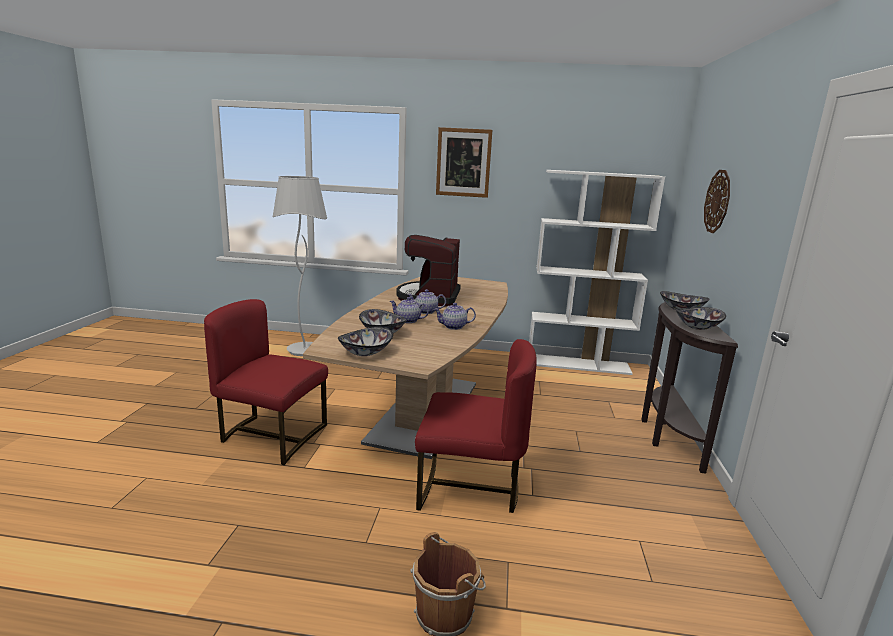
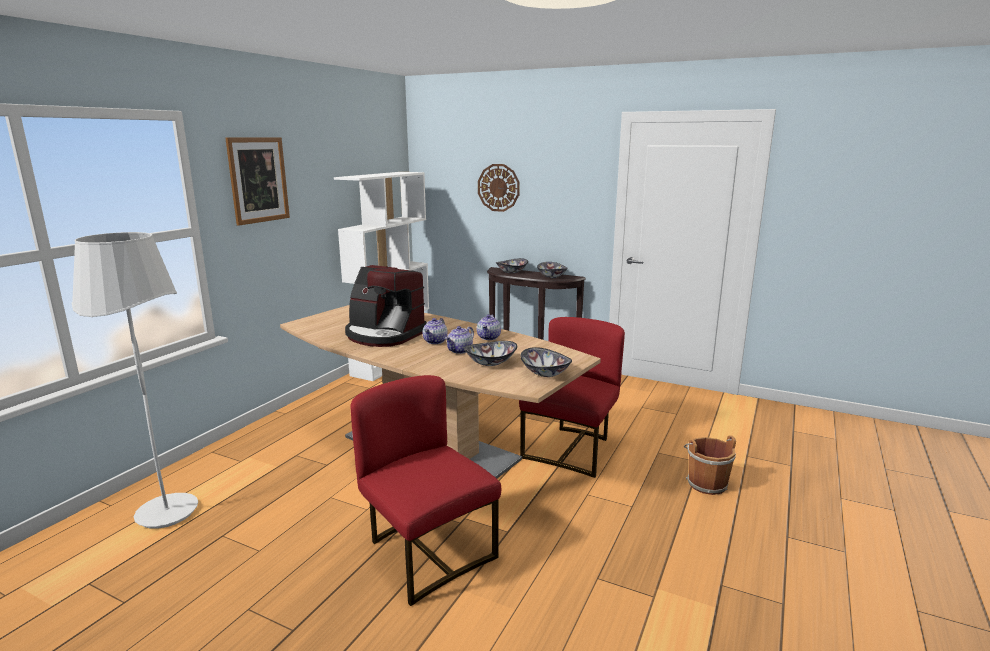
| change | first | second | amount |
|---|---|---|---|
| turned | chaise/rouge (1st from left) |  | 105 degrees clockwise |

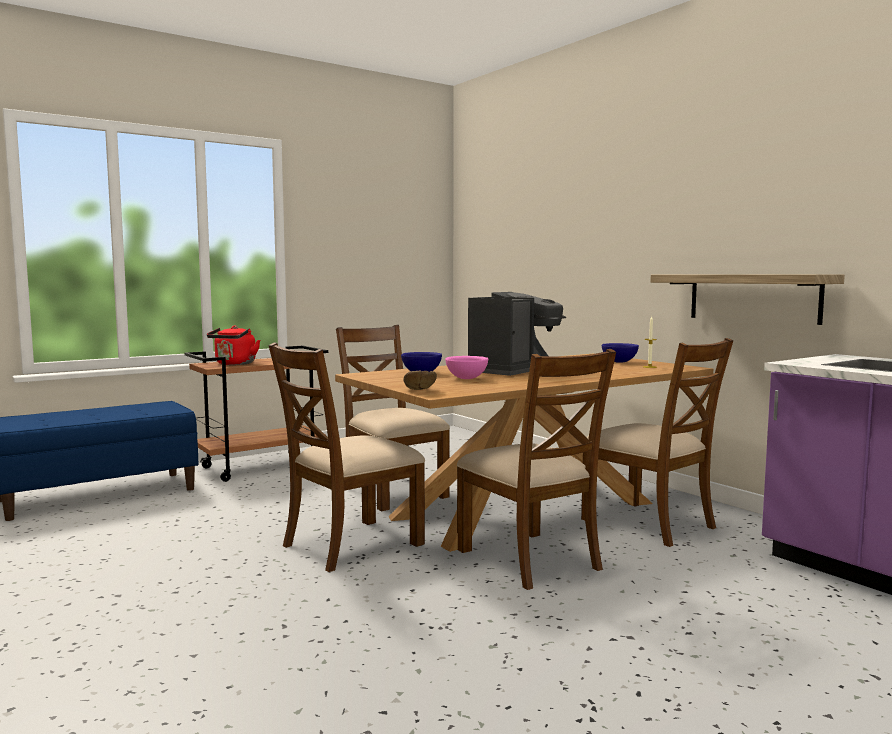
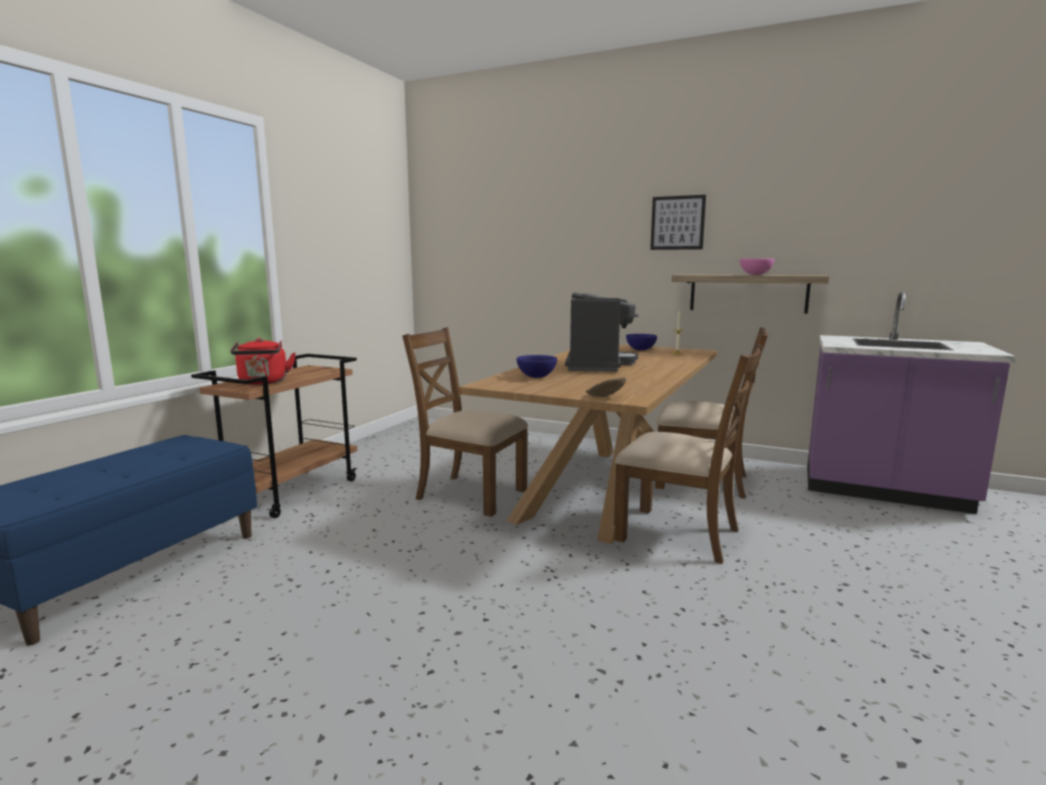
| change | first | second | amount |
|---|---|---|---|
| removed | chaise/marron (1st from left) |  |  |
| moved | bol/rose |  |  |
| added |  | tableau |  |

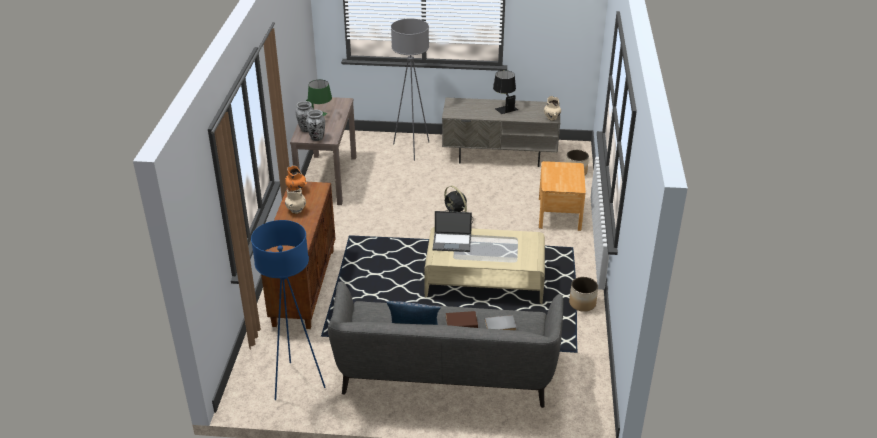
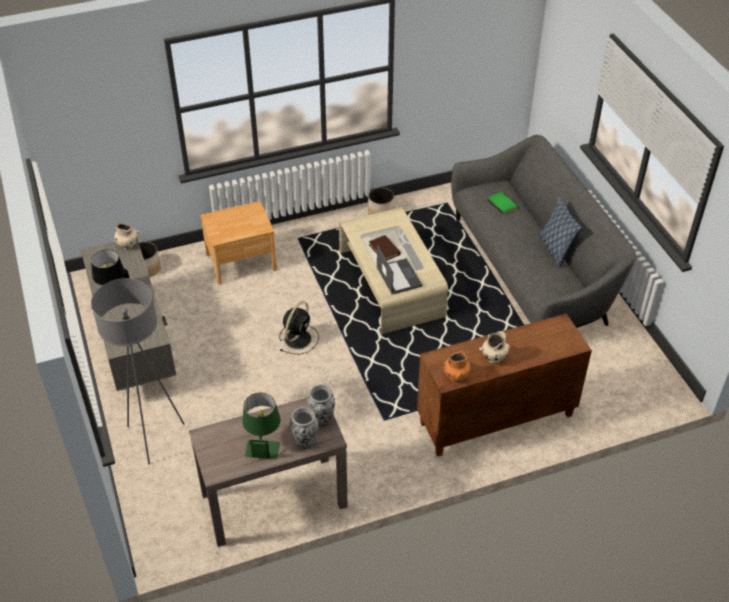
| change | first | second | amount |
|---|---|---|---|
| removed | lampadaire/bleu |  |  |
| moved | livre/marron |  |  |
| recoloured | livre/gris | livre/vert |  |

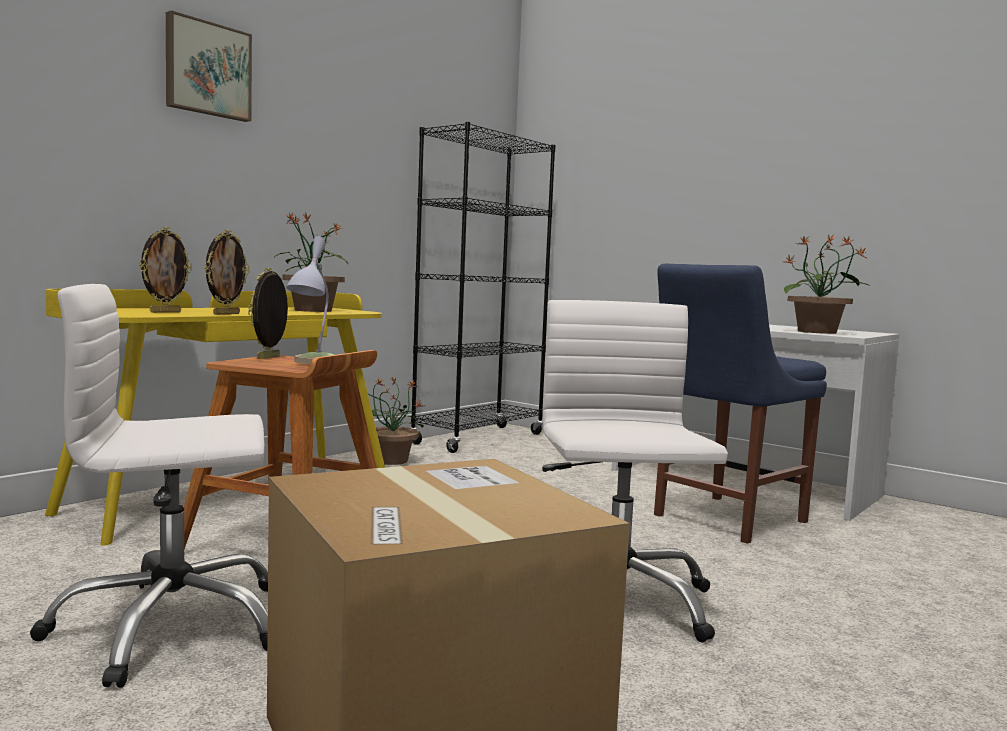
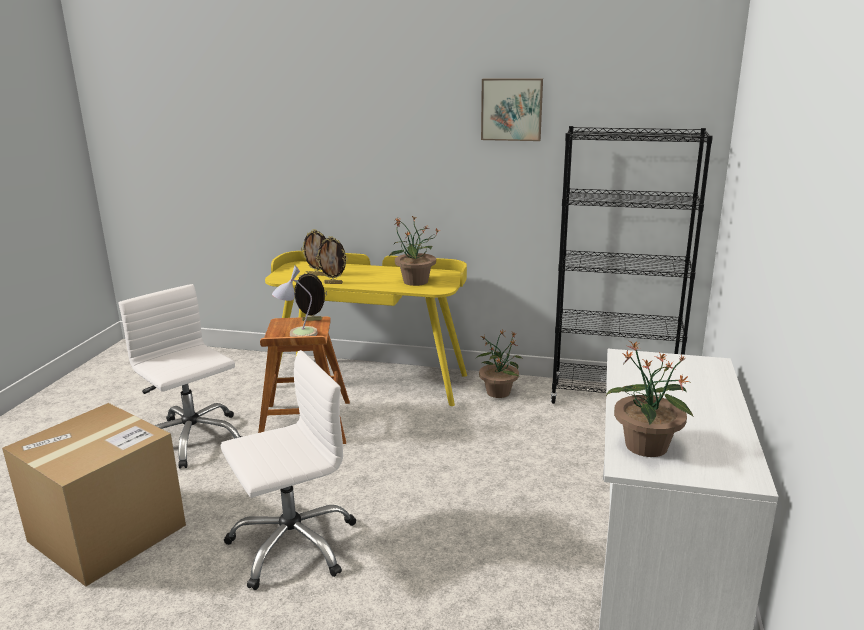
| change | first | second | amount |
|---|---|---|---|
| moved | tableau |  |  |
| removed | chaise/bleu |  |  |

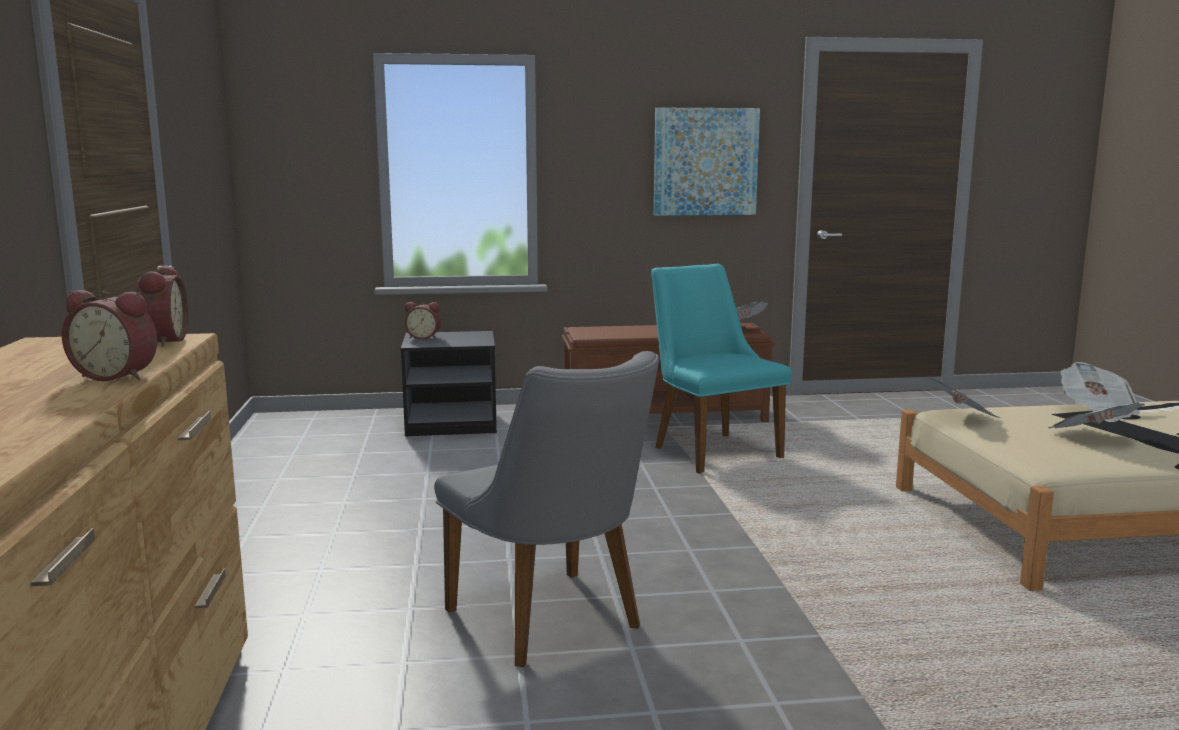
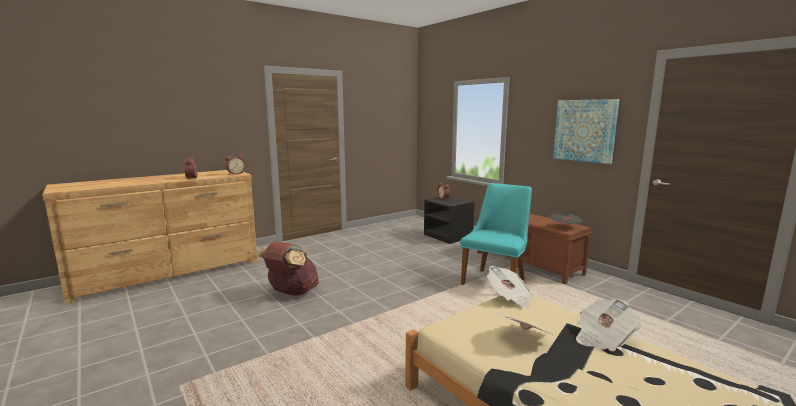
| change | first | second | amount |
|---|---|---|---|
| replaced | chaise/gris | sac à dos/marron |  |

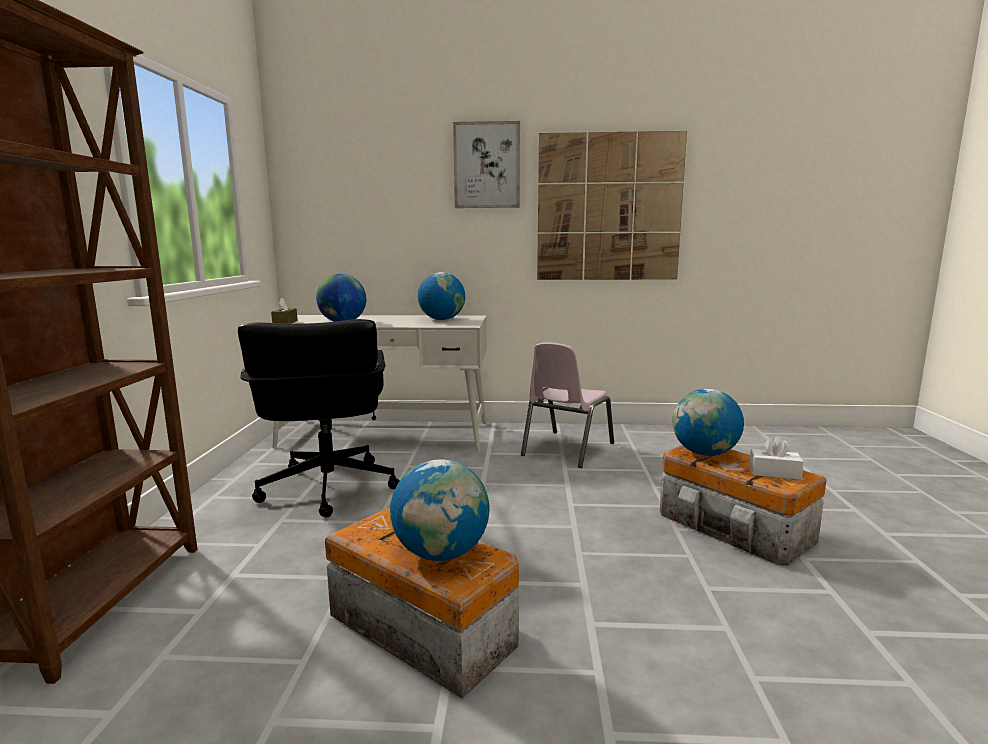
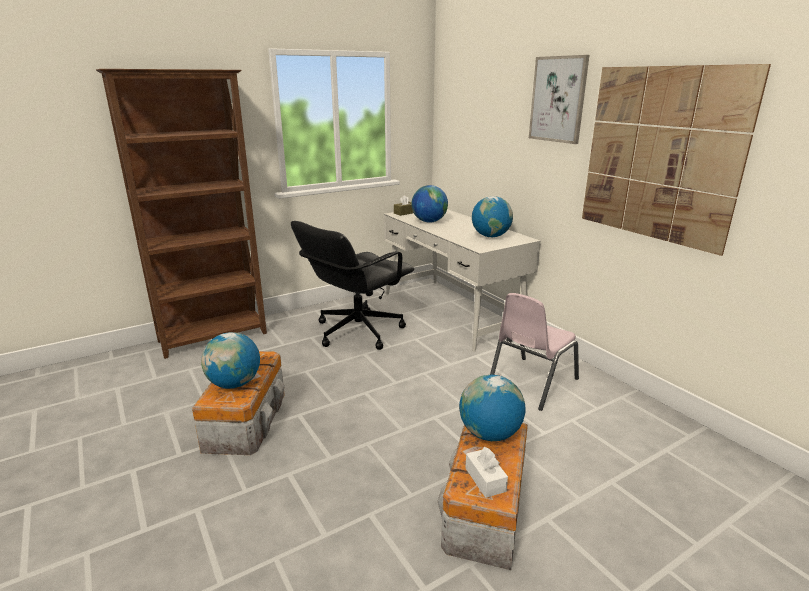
| change | first | second | amount |
|---|---|---|---|
| turned | chaise/rose |  | 45 degrees counterclockwise |

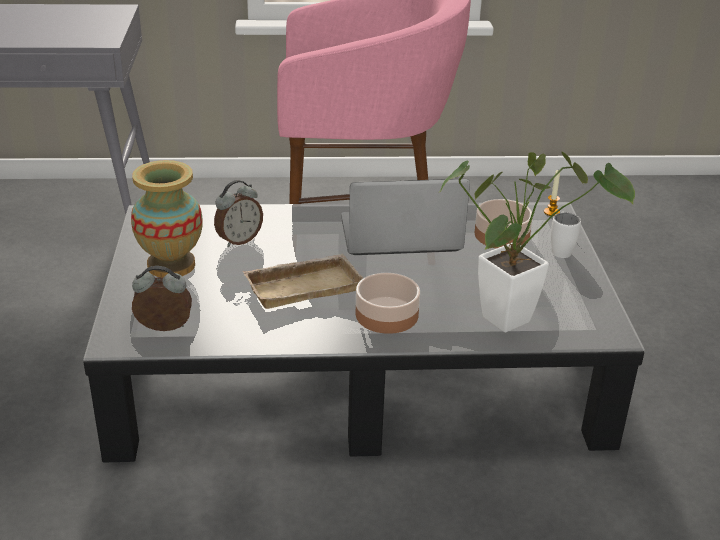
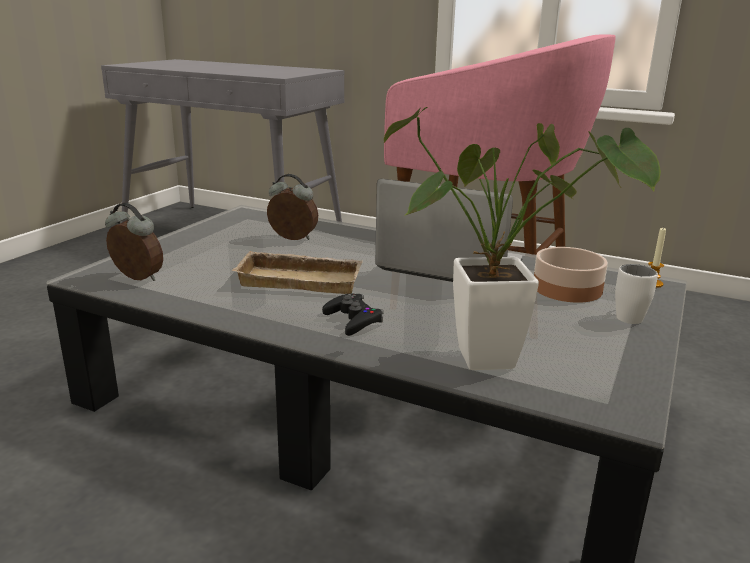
| change | first | second | amount |
|---|---|---|---|
| removed | vase |  |  |
| turned | réveil (2nd from left) |  | 150 degrees counterclockwise |
| replaced | bol (1st from left) | manette/noir |  |

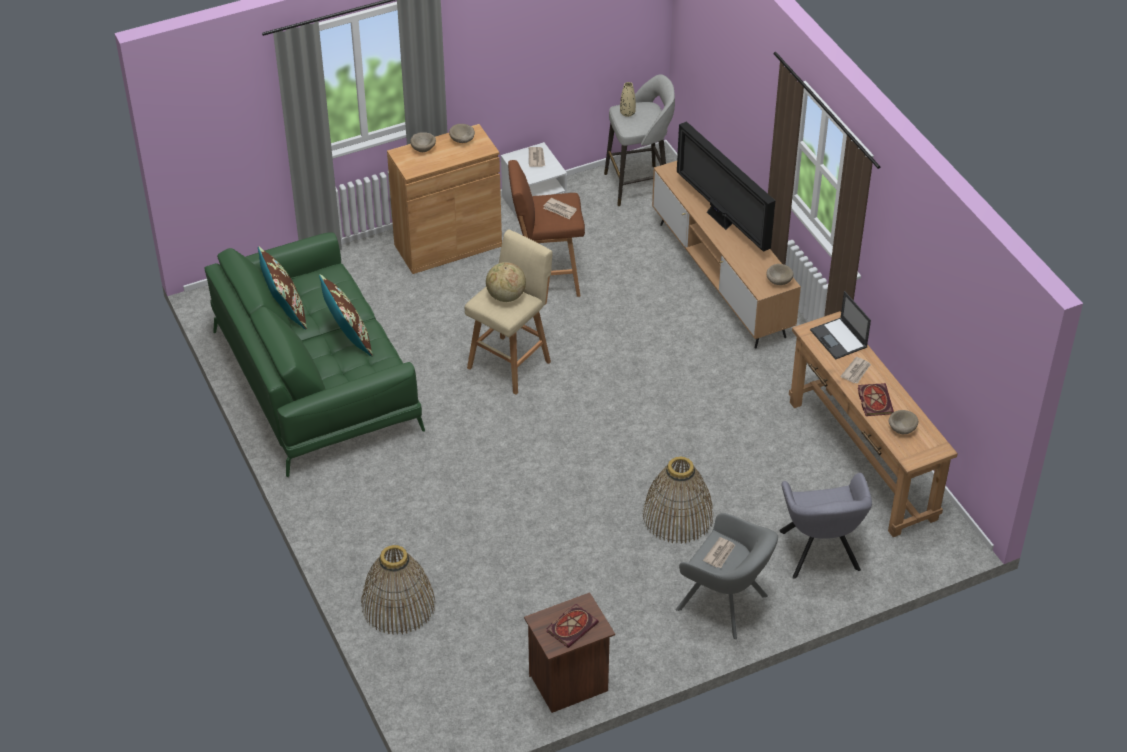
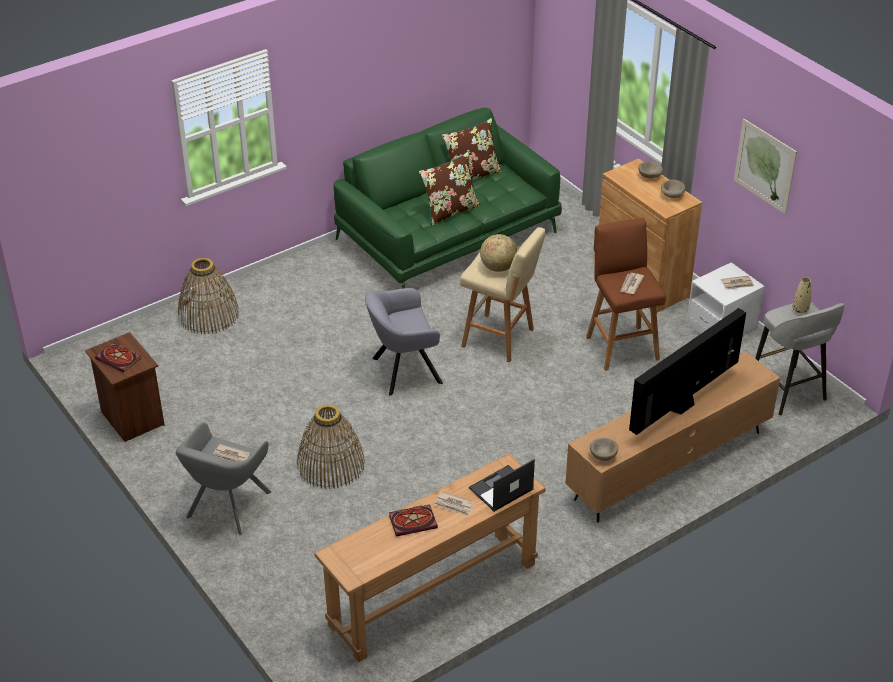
| change | first | second | amount |
|---|---|---|---|
| moved | fauteuil/gris (2nd from left) |  |  |
| removed | bol/beige (4th from left) |  |  |
| added |  | tableau |  |

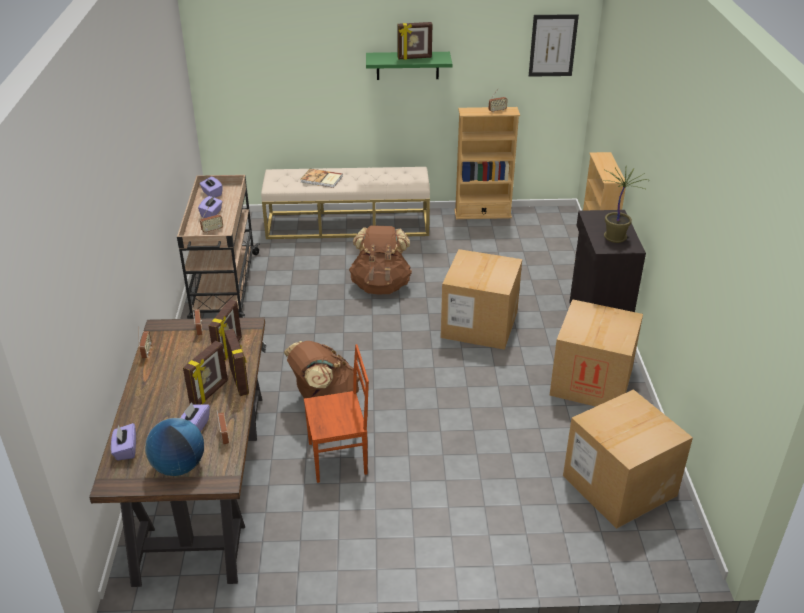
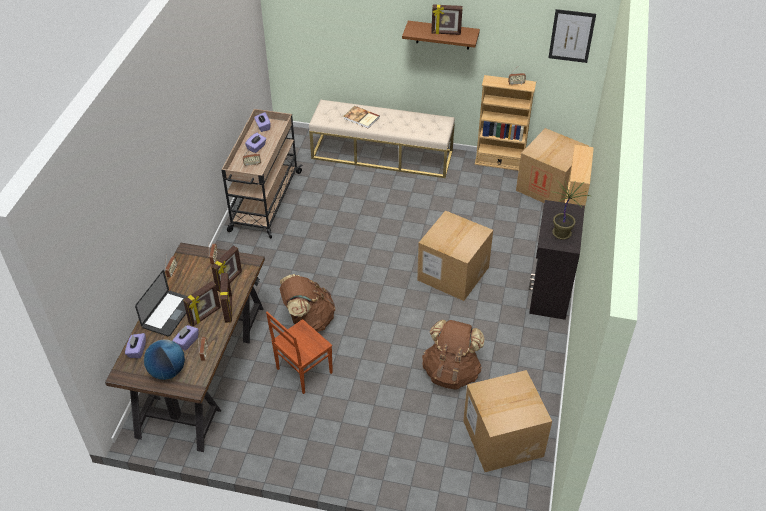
| change | first | second | amount |
|---|---|---|---|
| turned | chaise/marron |  | 135 degrees clockwise |
| moved | sac à dos/marron (2nd from left) |  |  |
| recoloured | étagère/vert | étagère/marron |  |
| moved | carton (2nd from left in the first image) | carton (3rd from left) |  |
| added |  | ordinateur portable |  |

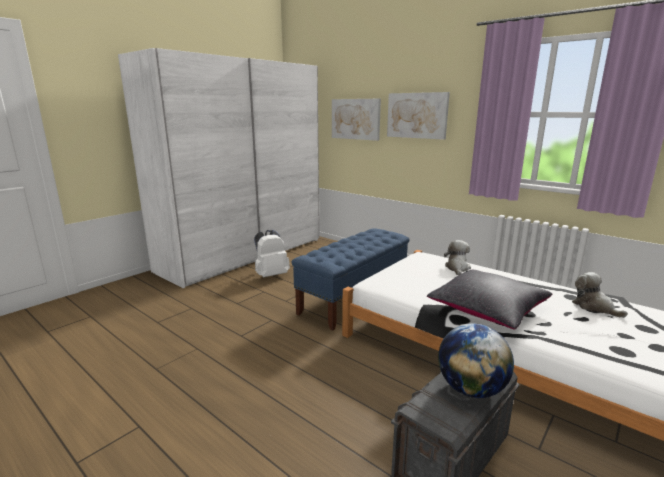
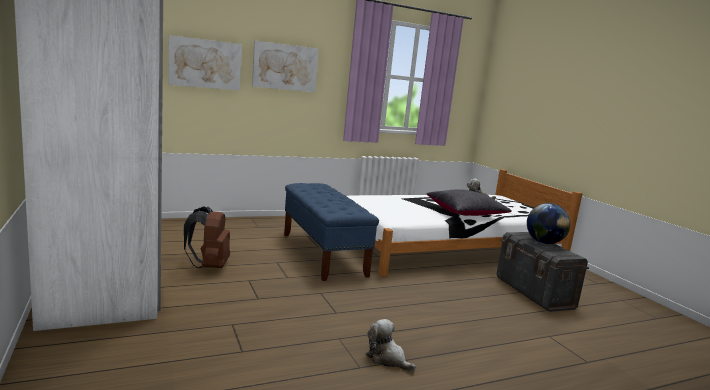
| change | first | second | amount |
|---|---|---|---|
| recoloured | sac à dos/blanc | sac à dos/marron |  |
| moved | peluche (1st from left) |  |  |

